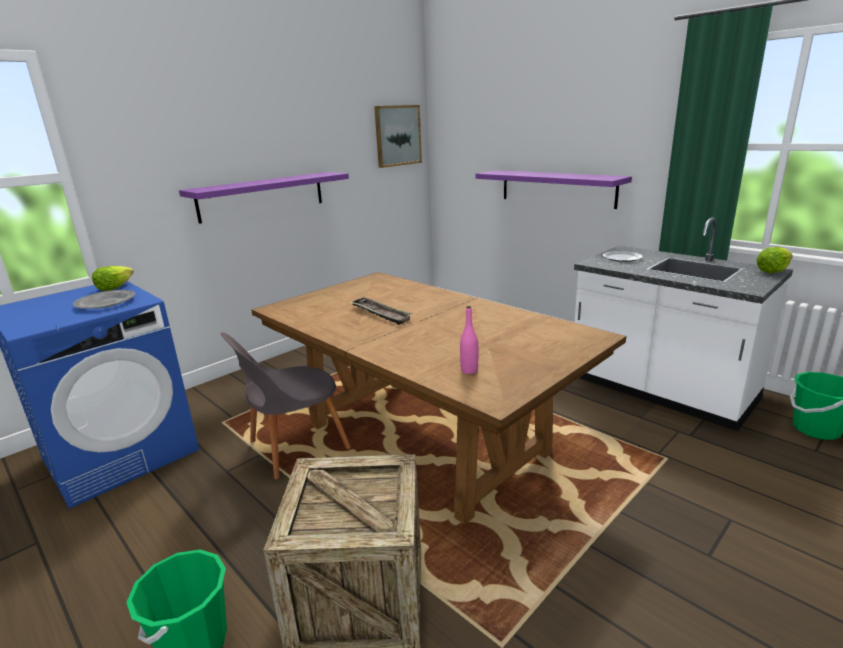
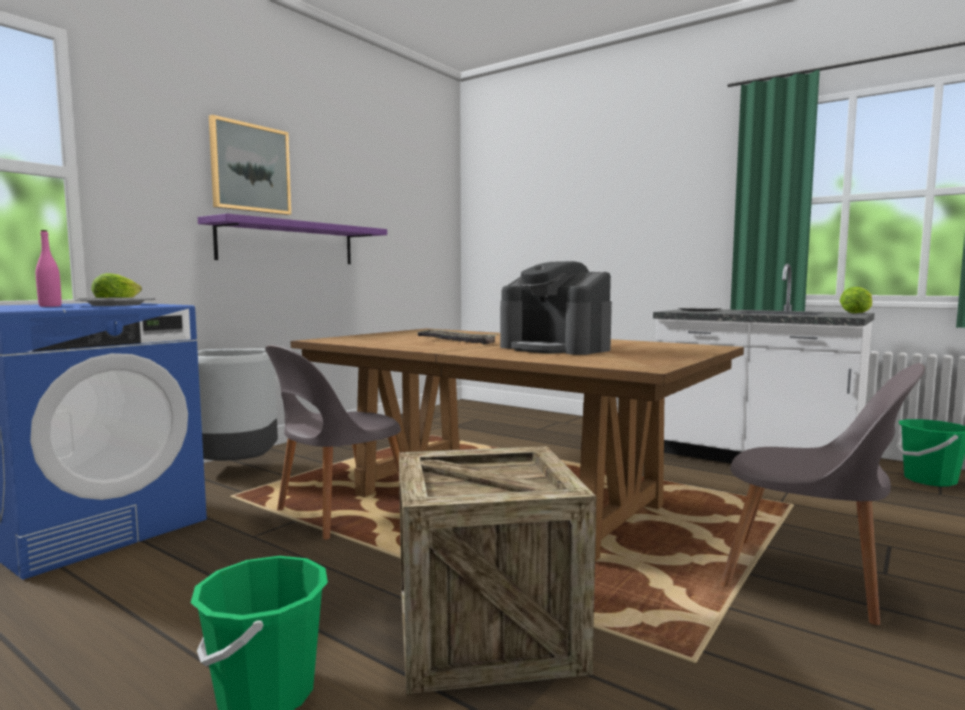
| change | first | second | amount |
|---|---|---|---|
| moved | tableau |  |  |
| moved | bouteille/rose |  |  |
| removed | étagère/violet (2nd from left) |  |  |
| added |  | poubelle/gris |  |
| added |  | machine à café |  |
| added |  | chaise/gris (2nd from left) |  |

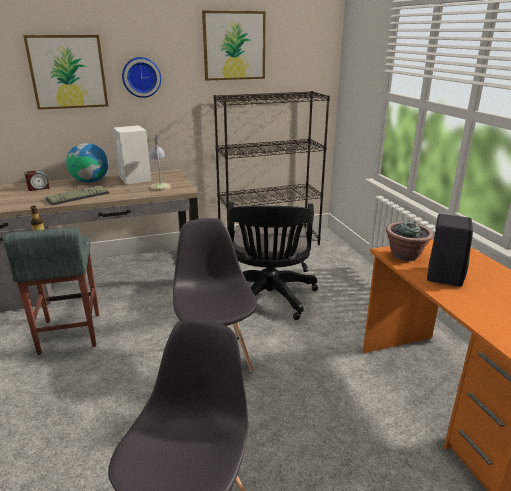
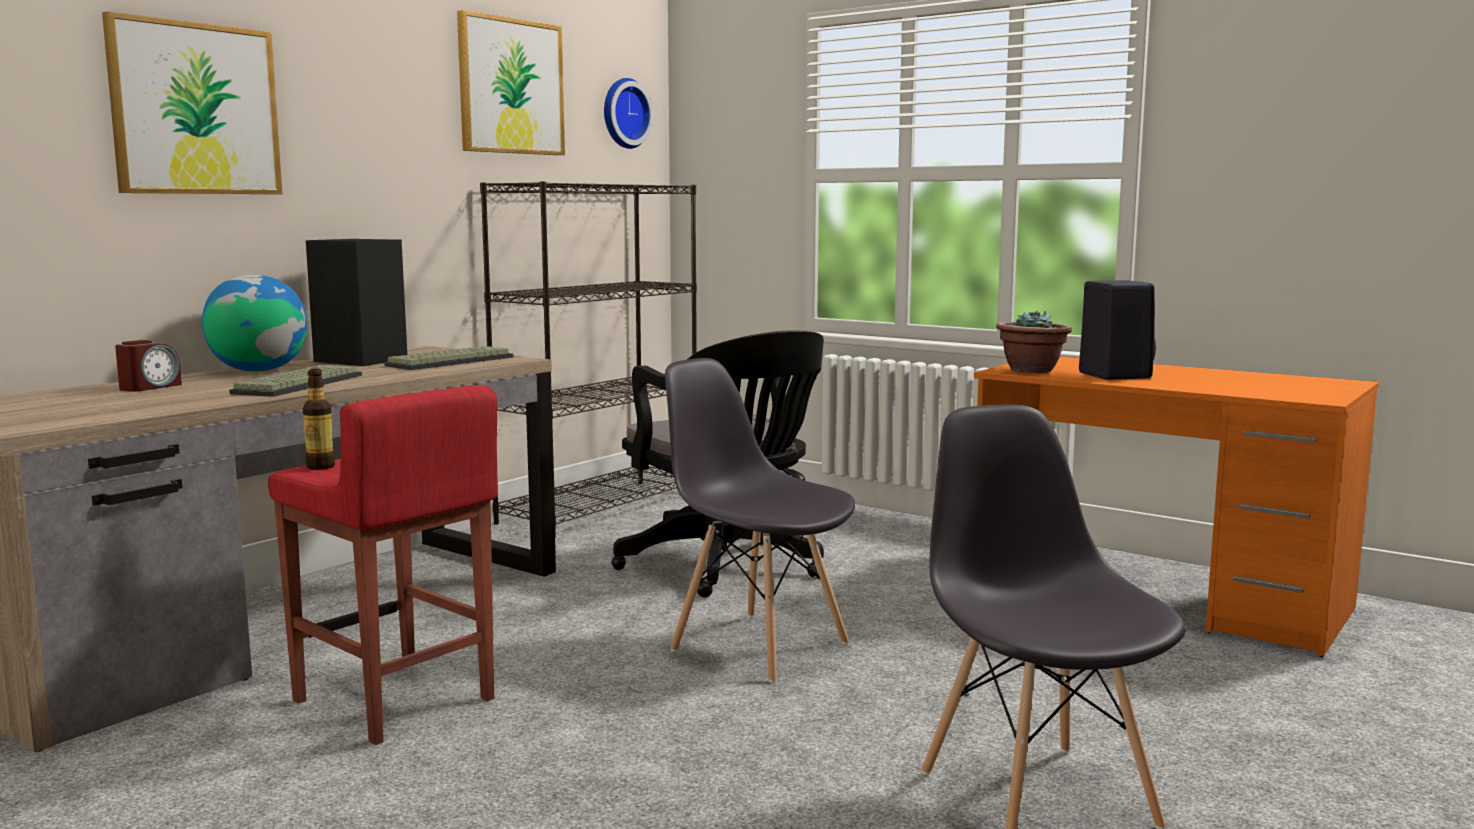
| change | first | second | amount |
|---|---|---|---|
| recoloured | tabouret/gris | tabouret/rouge |  |
| recoloured | enceinte/blanc | enceinte/noir (1st from left) |  |
| moved | horloge murale |  |  |
| replaced | lampe de table | clavier (2nd from left) |  |

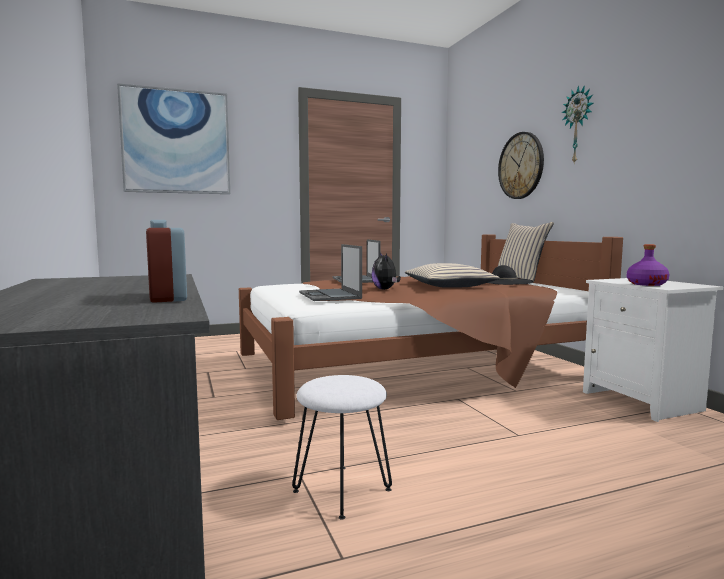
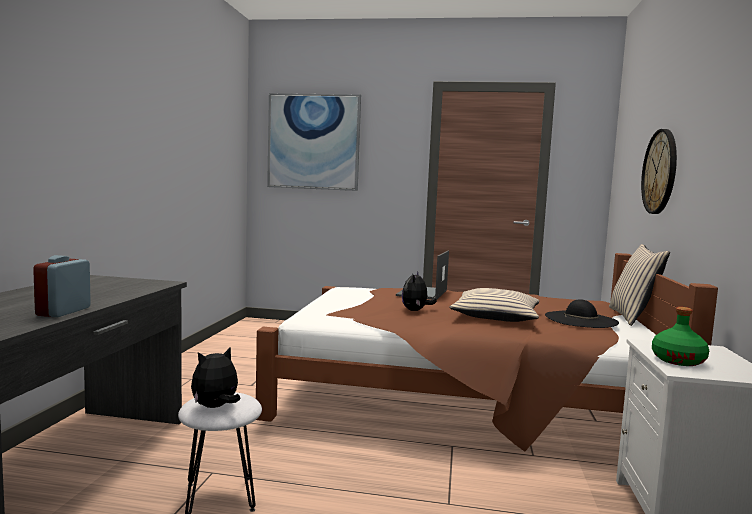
| change | first | second | amount |
|---|---|---|---|
| removed | ordinateur portable (1st from left) |  |  |
| removed | horloge murale (2nd from left) |  |  |
| recoloured | bouteille/violet | bouteille/vert |  |
| added |  | peluche (1st from left) |  |

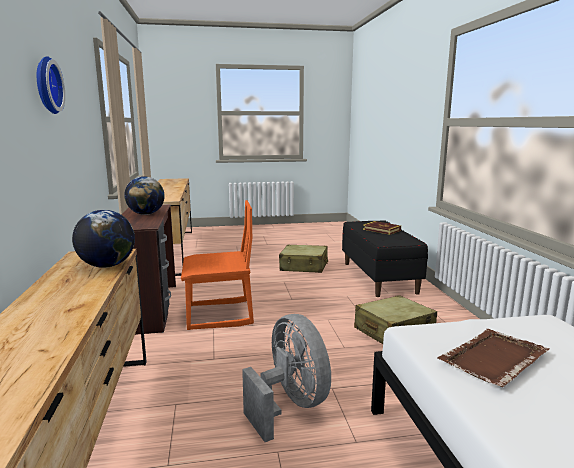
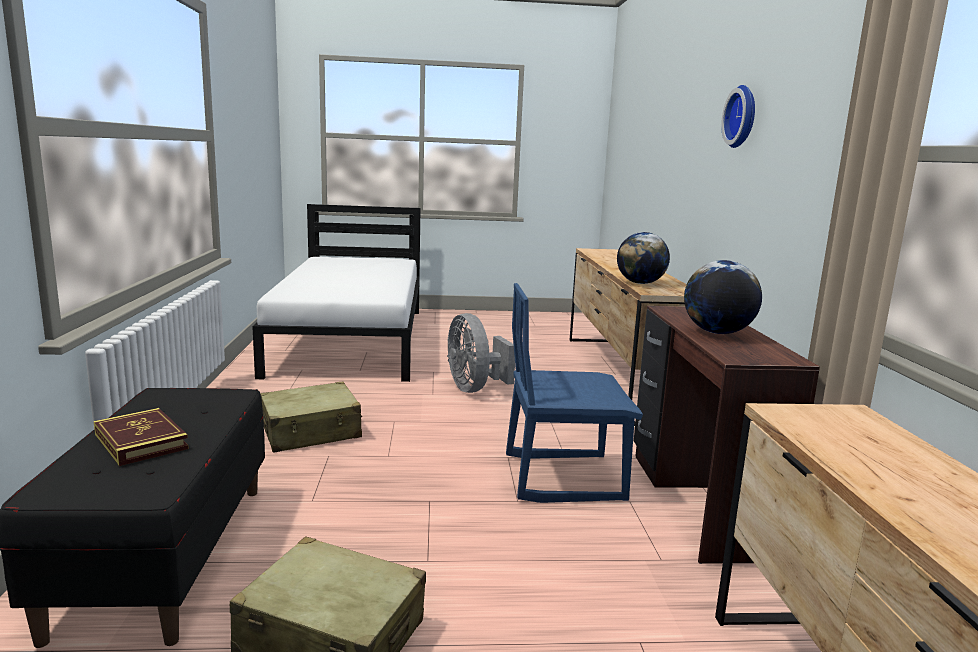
| change | first | second | amount |
|---|---|---|---|
| recoloured | chaise/orange | chaise/bleu |  |
| removed | plateau/marron |  |  |

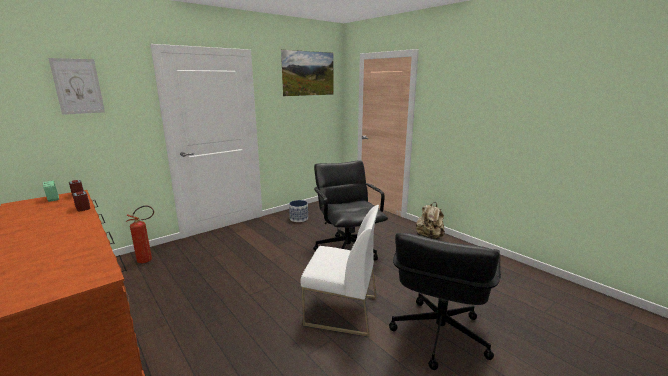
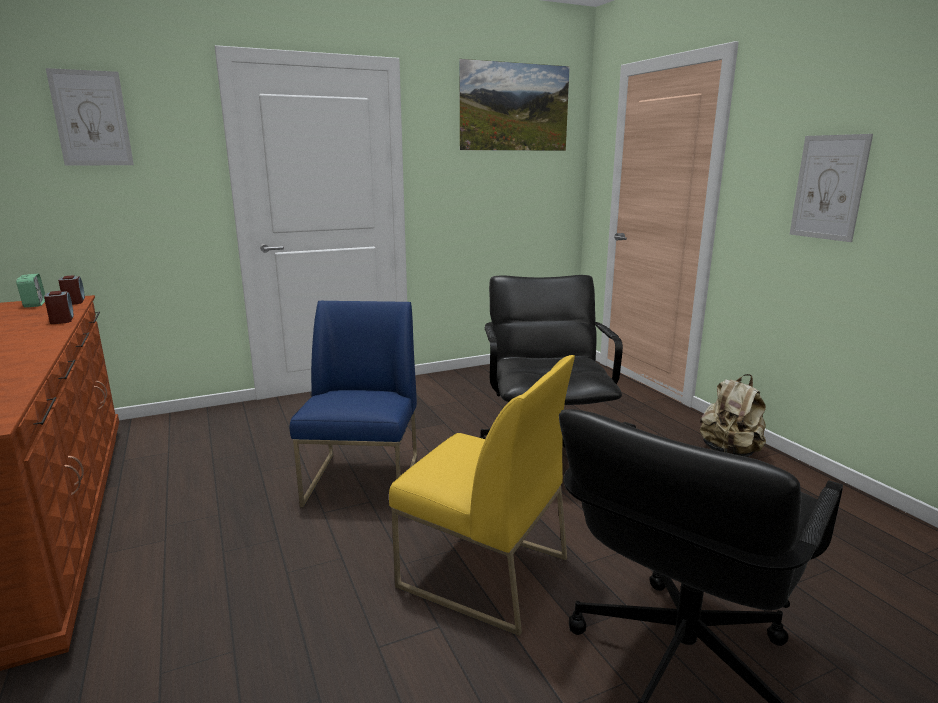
| change | first | second | amount |
|---|---|---|---|
| removed | extincteur |  |  |
| removed | cache-pot |  |  |
| recoloured | chaise/blanc | chaise/jaune |  |
| added |  | chaise/bleu |  |
| added |  | tableau (3rd from left) |  |

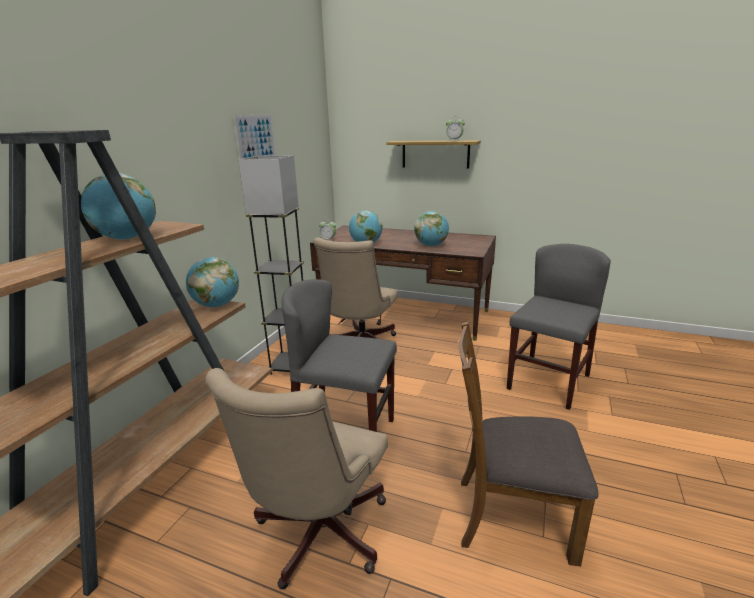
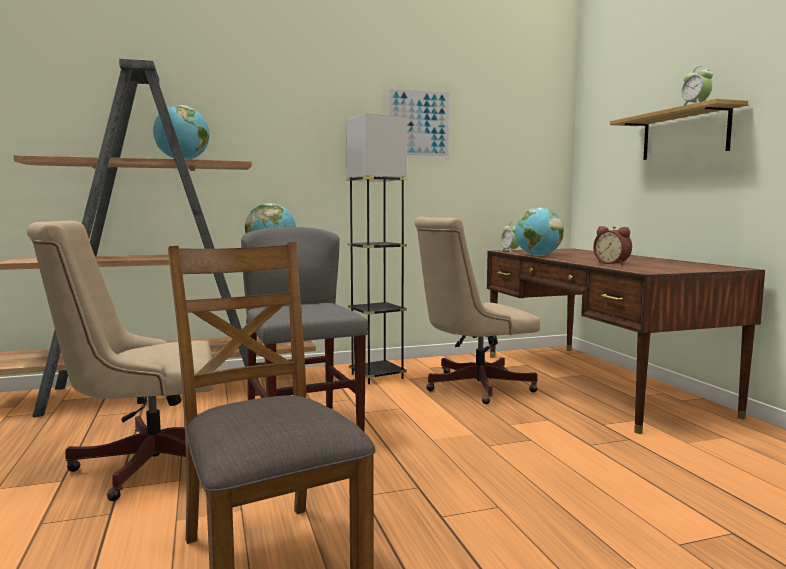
| change | first | second | amount |
|---|---|---|---|
| replaced | globe (4th from left) | réveil (2nd from left) |  |
| removed | chaise/gris (2nd from left) |  |  |

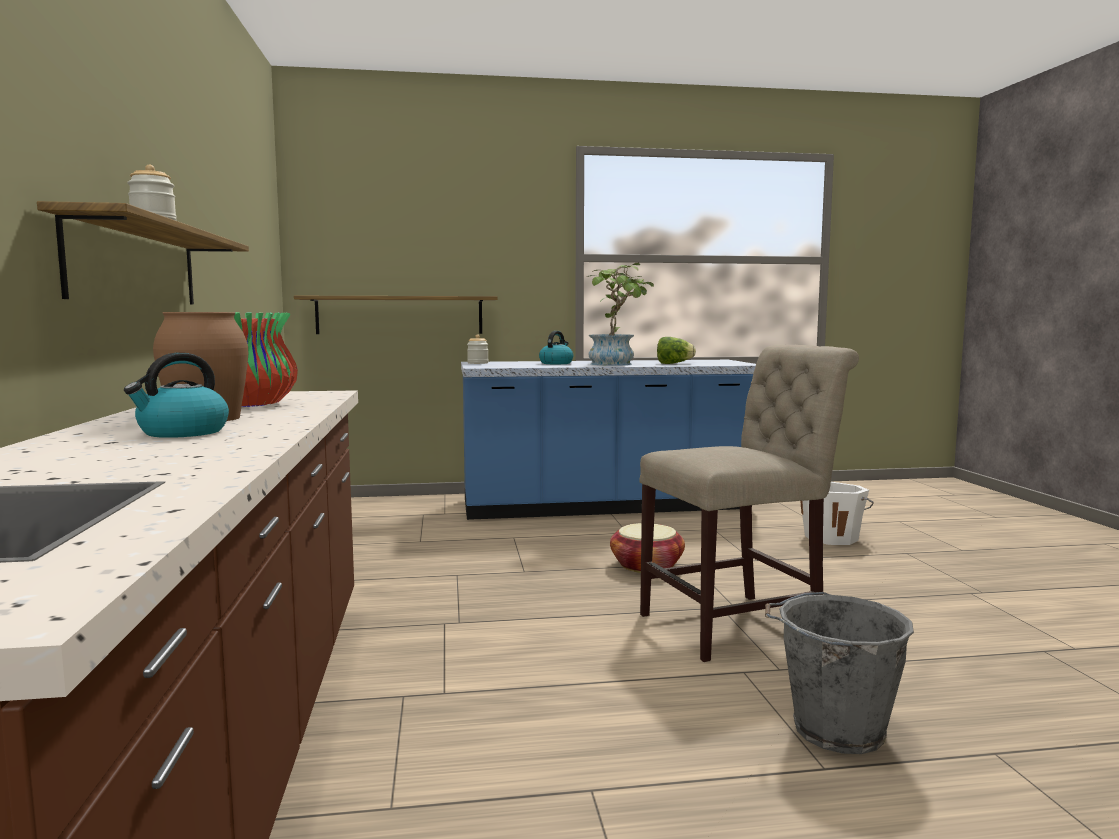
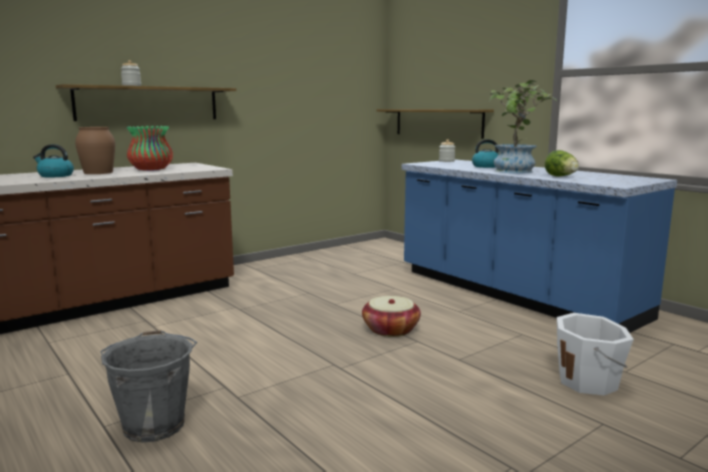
| change | first | second | amount |
|---|---|---|---|
| removed | chaise/beige |  |  |

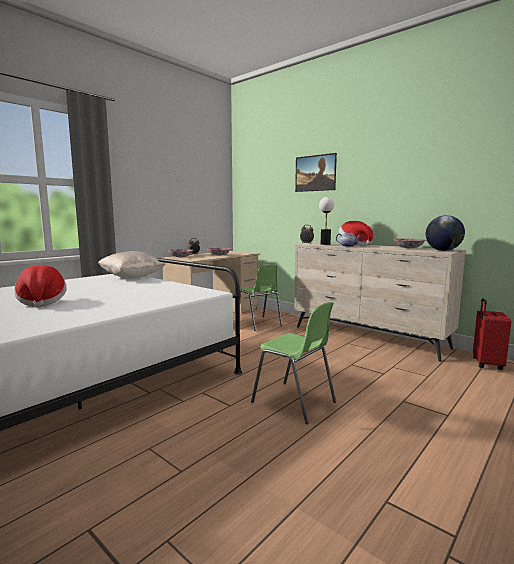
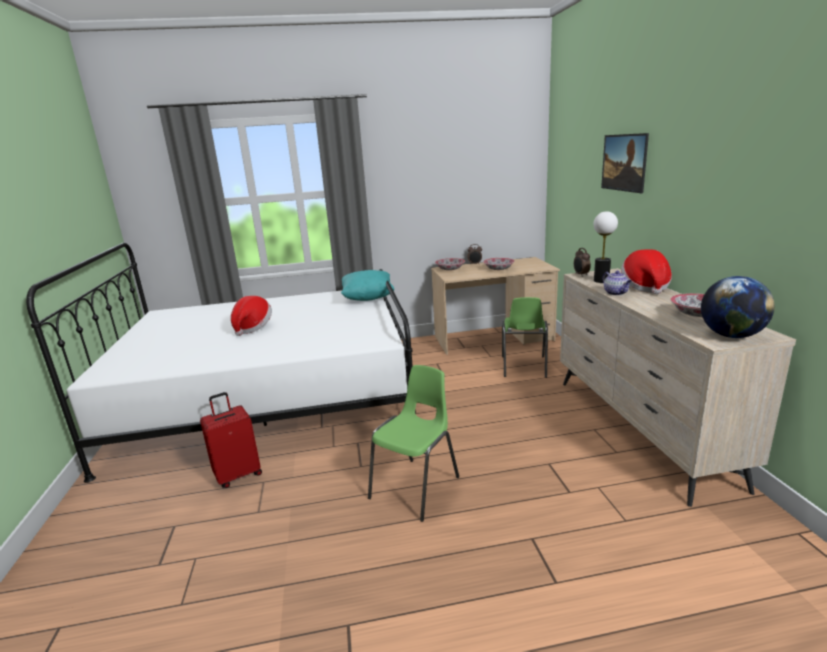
| change | first | second | amount |
|---|---|---|---|
| recoloured | coussin/beige | coussin/turquoise |  |
| turned | chaise/vert (2nd from left in the first image) | chaise/vert (1st from left) | 135 degrees counterclockwise |
| moved | valise/rouge |  |  |

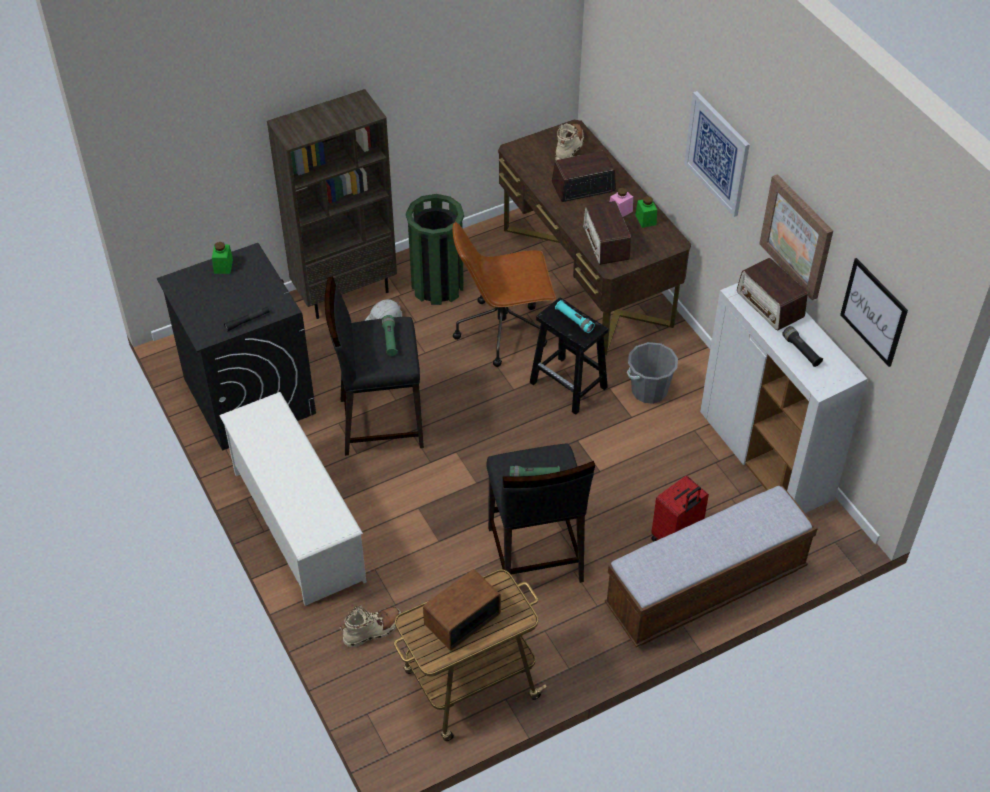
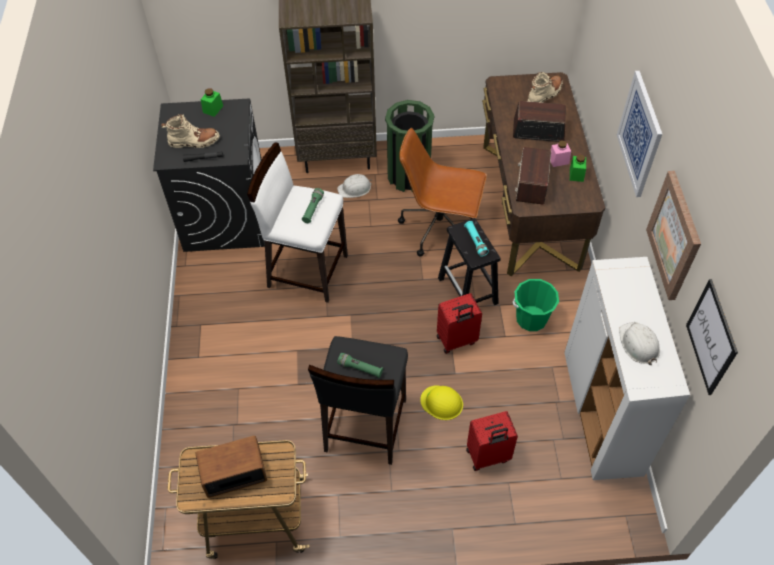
| change | first | second | amount |
|---|---|---|---|
| removed | étagère à chaussures/blanc |  |  |
| recoloured | tabouret/noir (1st from left) | tabouret/blanc |  |
| moved | botte/beige (1st from left) |  |  |
| removed | banc |  |  |
| recoloured | seau/gris | seau/vert |  |
| removed | radio (4th from left) |  |  |
| replaced | lampe de poche/noir (2nd from left) | casque de chantier/blanc (2nd from left) |  |
| added |  | casque de chantier/jaune |  |
| added |  | valise/rouge (1st from left) |  |

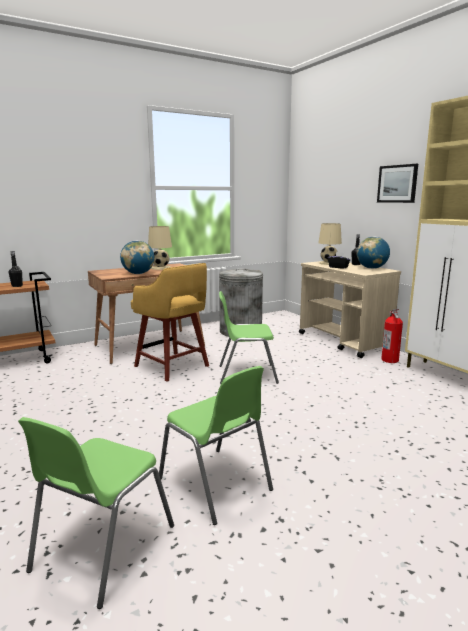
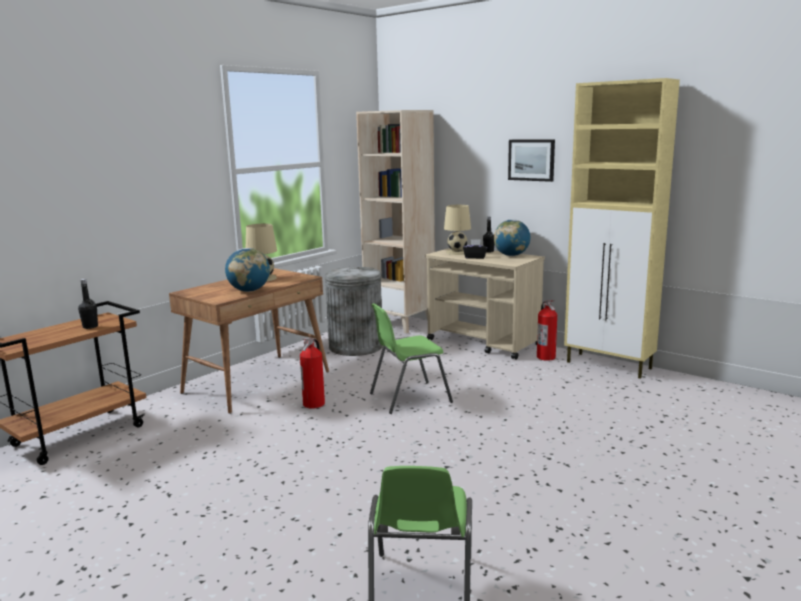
| change | first | second | amount |
|---|---|---|---|
| replaced | tabouret/jaune | extincteur (1st from left) |  |
| removed | chaise/vert (2nd from left) |  |  |
| added |  | bibliothèque/beige |  |

